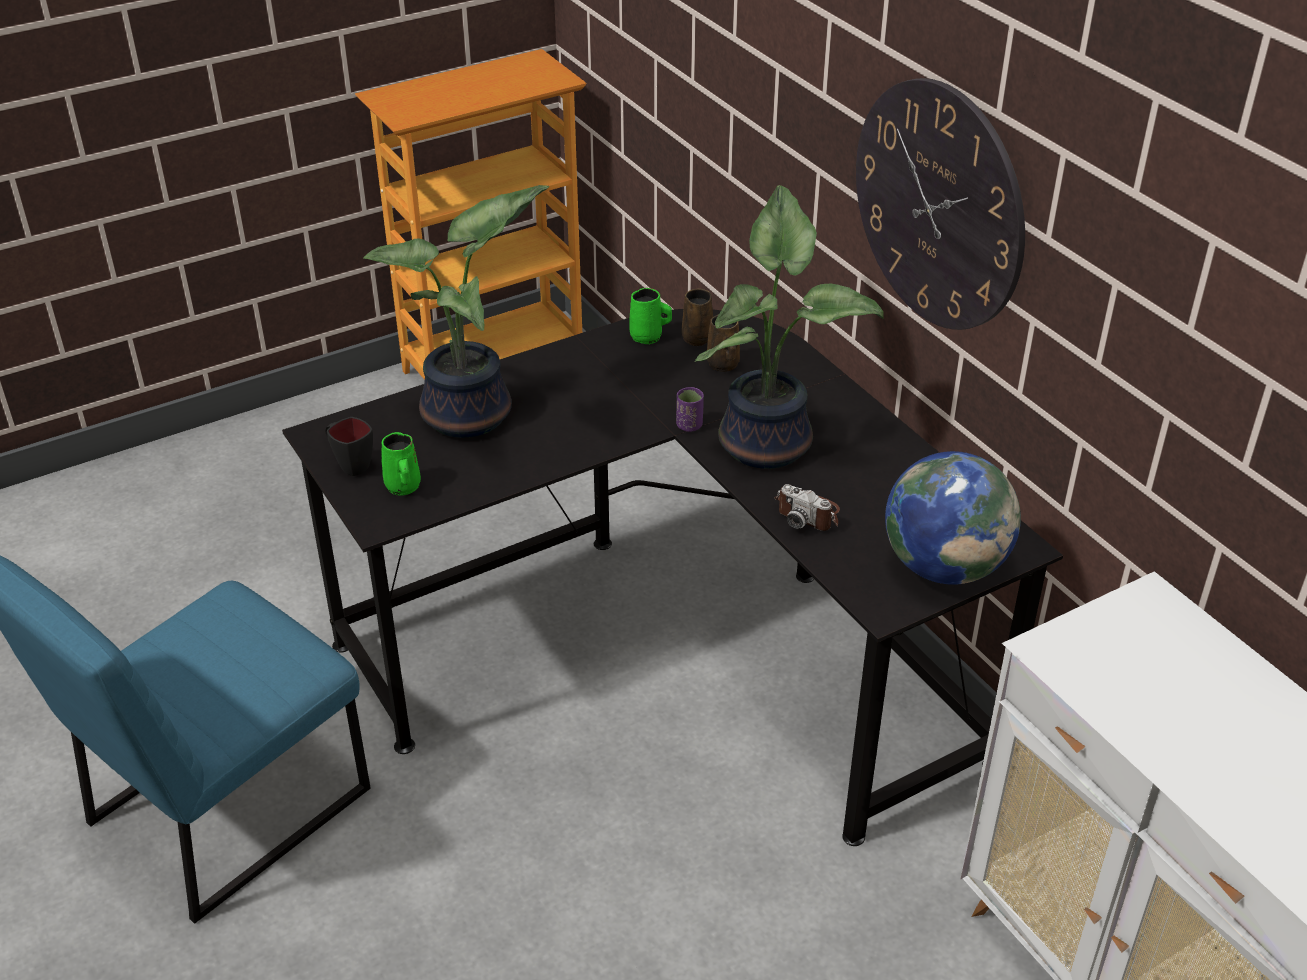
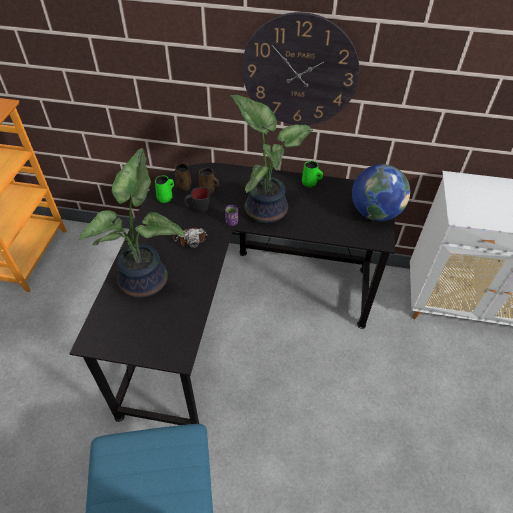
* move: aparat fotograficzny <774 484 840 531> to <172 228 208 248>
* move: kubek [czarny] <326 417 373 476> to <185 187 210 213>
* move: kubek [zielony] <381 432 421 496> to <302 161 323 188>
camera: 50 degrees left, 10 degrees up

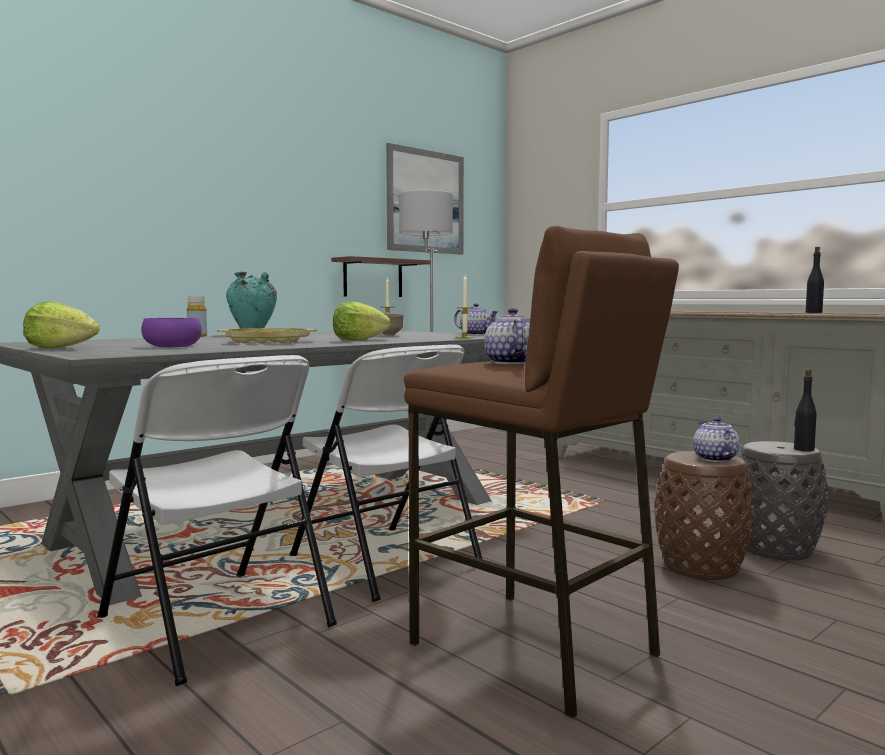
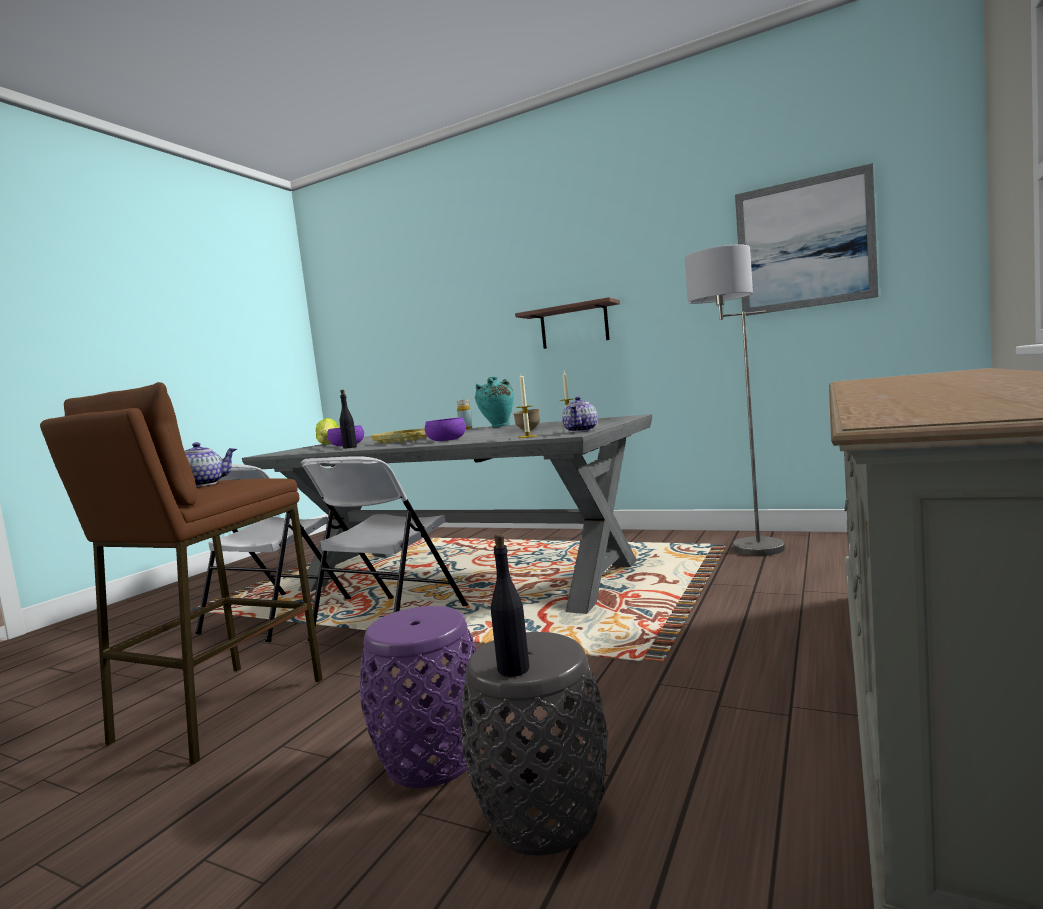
* move: butelka [czarny] <806 247 824 313> to <340 390 357 449>
* recolor: stołek [brązowy] <654 451 755 580> to stołek [fioletowy] <360 606 483 788>
* replace: sałata <333 302 391 341> to miska [fioletowy] <425 418 466 441>
* move: półka <331 256 430 297> to <515 297 620 349>
* delete: imbryk <693 417 740 462>
camera: 70 degrees right, 0 degrees up

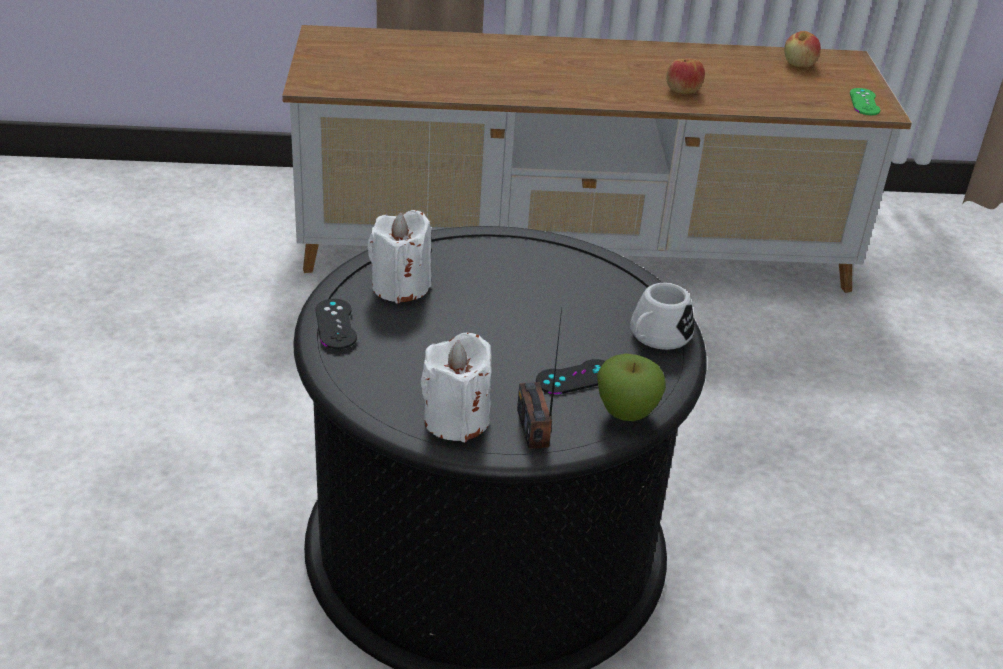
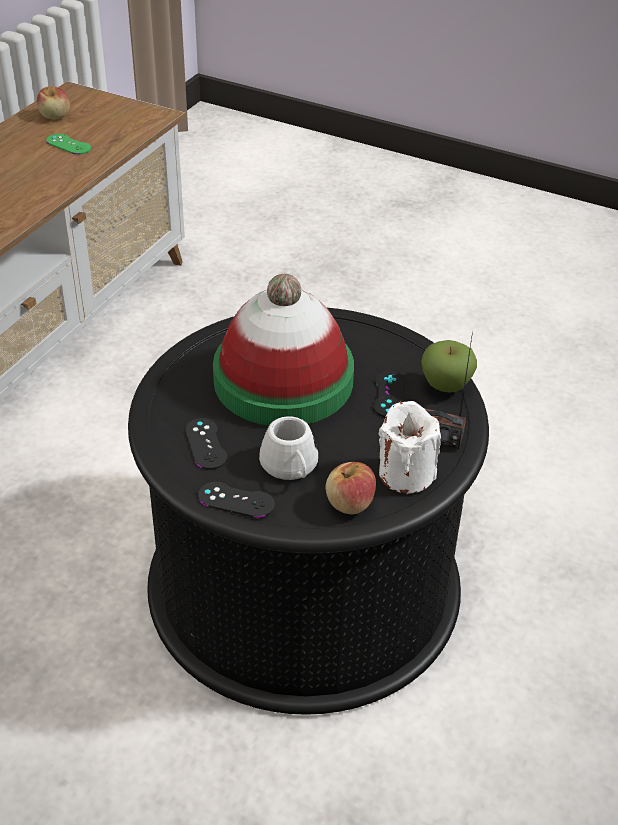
* move: pad do gier [zielony] <850 88 880 115> to <46 134 91 155>
* replace: świeca [biały] <367 210 432 304> to pad do gier [czarny] <185 418 227 470>
* insert: kapelusz <213 274 354 426>
* move: kubek [biały] <630 283 694 350> to <259 416 318 480>
* move: jabłko <666 59 705 94> to <326 462 376 514>
camera: 60 degrees left, 5 degrees up

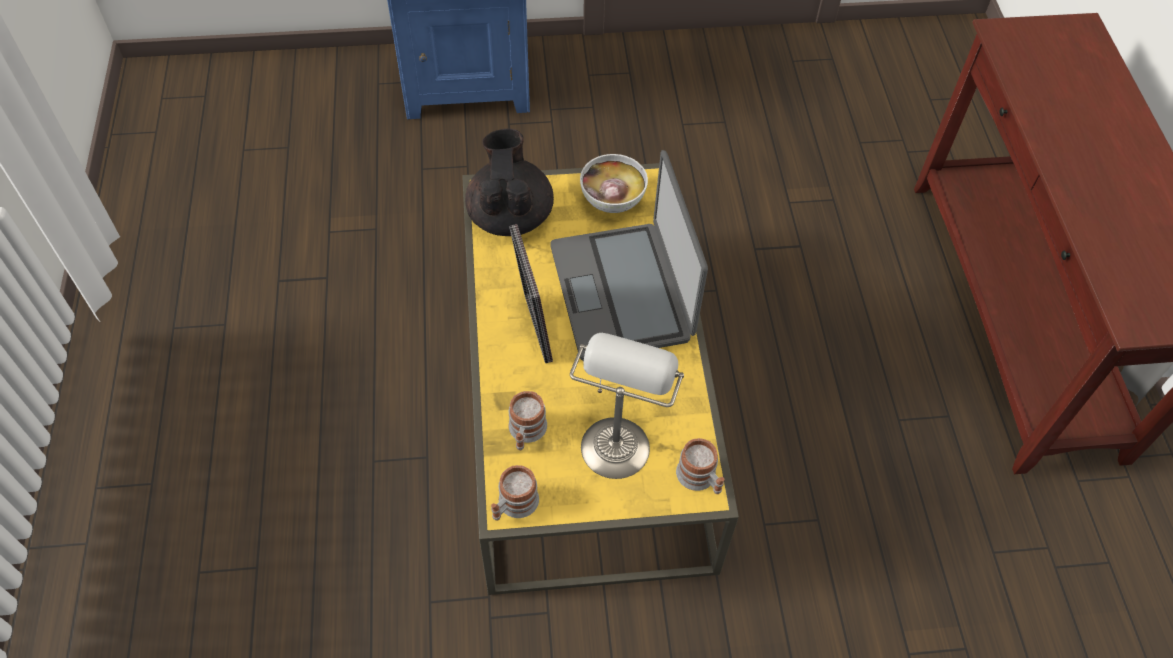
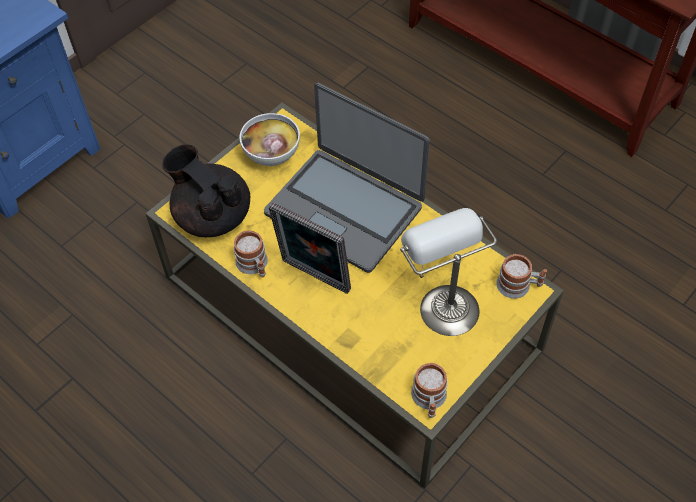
* move: kubek <508 391 547 450> to <234 230 268 277>
camera: 40 degrees left, 0 degrees up

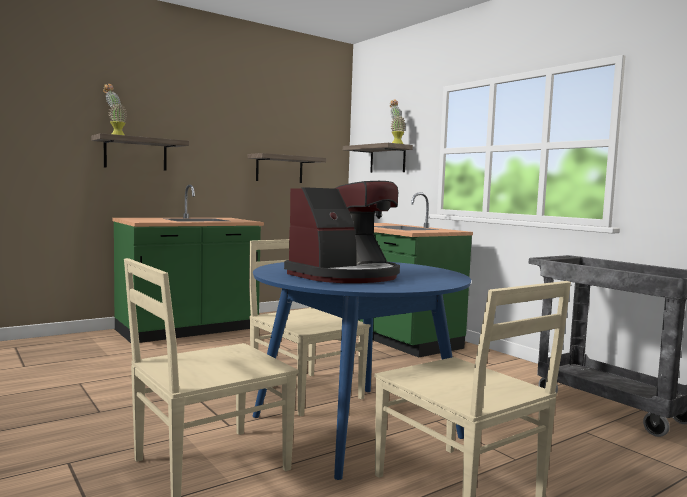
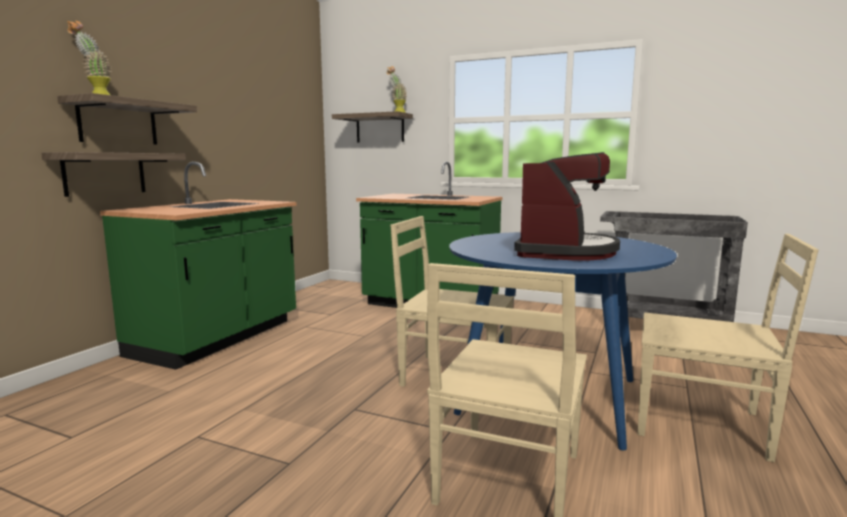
* move: półka <248 153 326 183> to <41 152 186 197>
camera: 30 degrees left, 5 degrees up

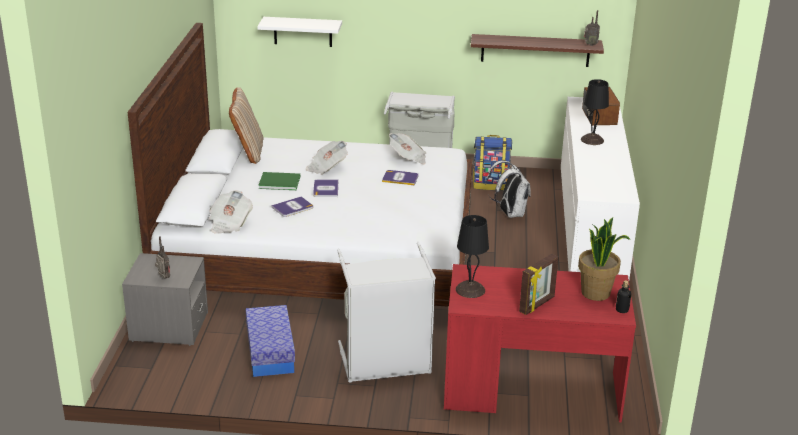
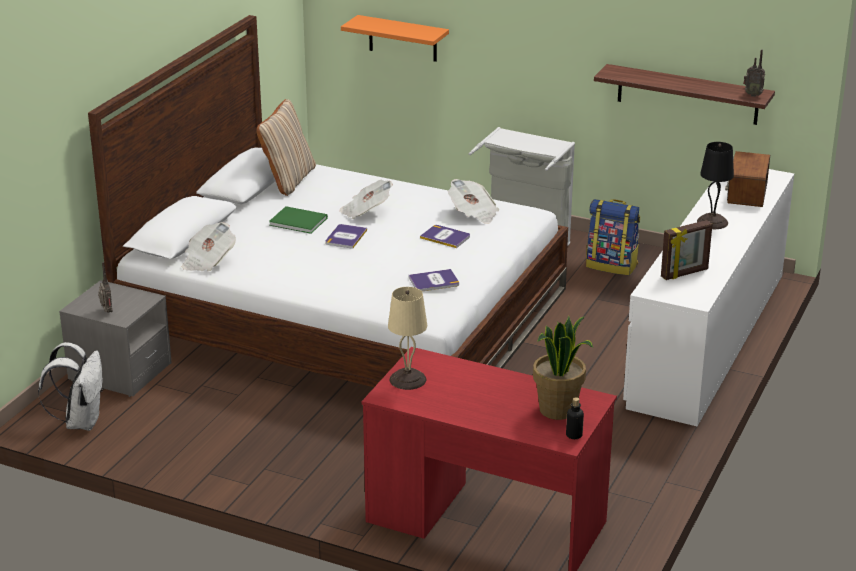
* move: plecak [biały] <486 161 531 218> to <38 342 103 431>
* recolor: półka [biały] <257 17 342 47> to półka [pomarańczowy] <341 15 449 62>
* recolor: lampa stołowa [czarny] <456 215 489 298> to lampa stołowa [beżowy] <388 287 427 390>
* move: książka <271 196 313 217> to <408 269 459 291>
* move: ramka na zdjęcie <519 254 558 315> to <661 220 712 280>
* delete: pojemnik do przechowywania <246 305 295 377>
* delete: kosz na pranie [szary] <337 242 436 383>
camera: 20 degrees right, 0 degrees up

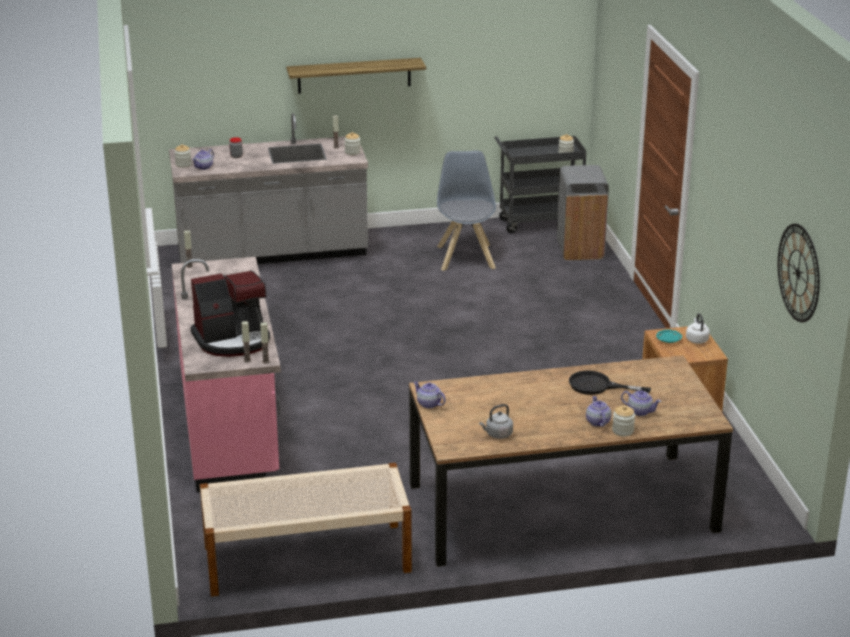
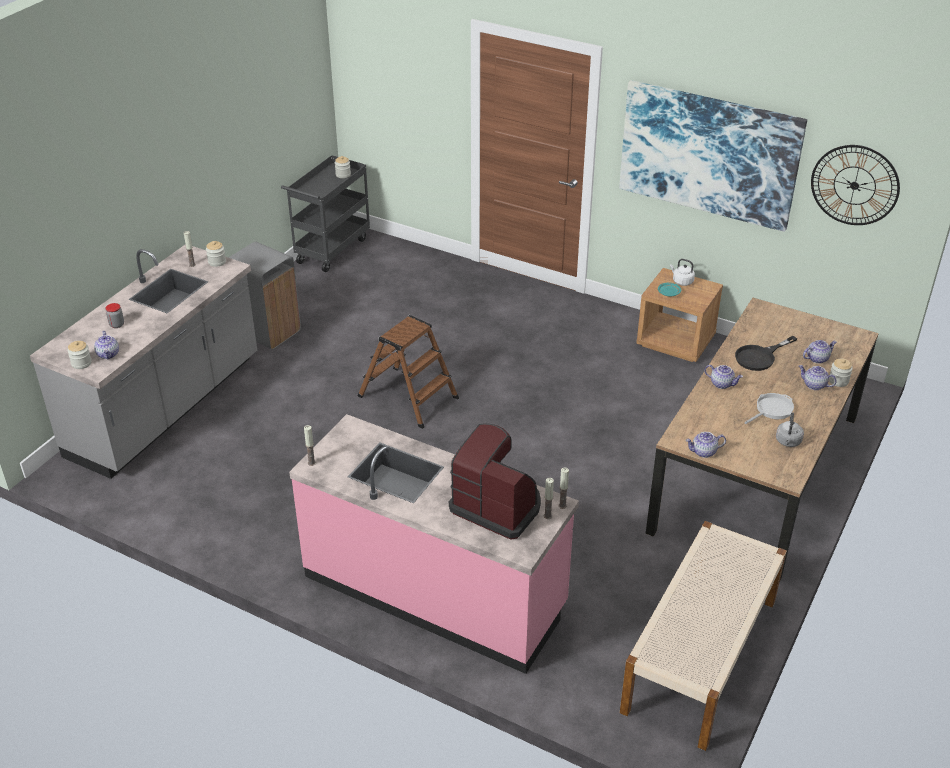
* move: kosz na śmieci [szary] <557 165 609 261> to <229 242 301 349>
* insert: drabinka [brązowy] <357 315 459 429>
* rotate: ekspres do kawy <191 271 270 357> = <449 423 541 540> 75 degrees counterclockwise
* insert: obraz <619 80 807 232>
* insert: imbryk <705 365 743 389>
* insert: patelnia <744 393 794 424>
* delete: półka <286 58 426 94>
* delete: krzesło [szary] <437 150 496 271>
camera: 50 degrees left, 10 degrees up

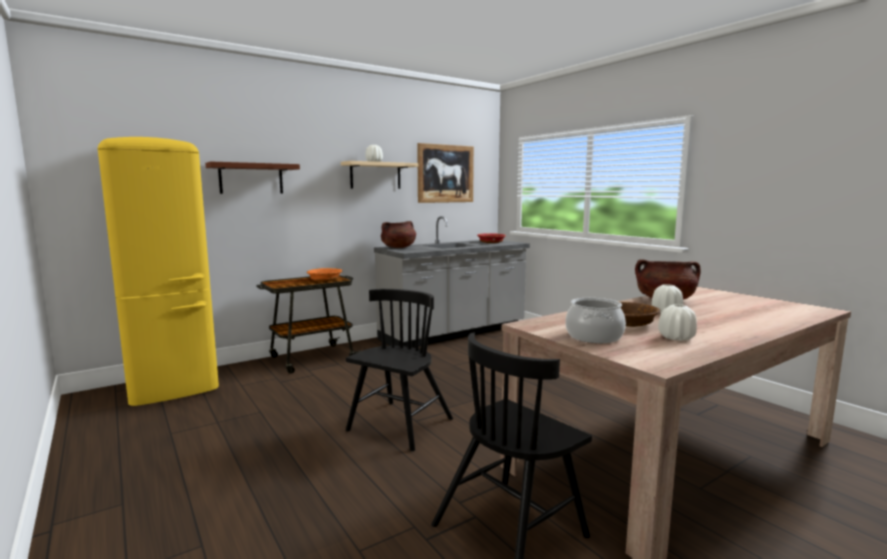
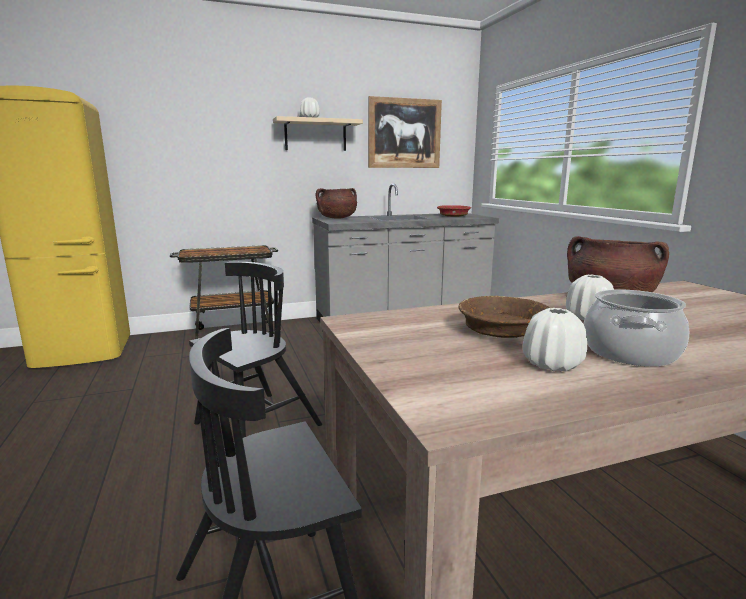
* move: garnek <565 298 626 343> to <584 289 689 366>
* delete: półka [brązowy] <205 162 300 194>
* delete: miska [pomarańczowy] <307 268 342 281>
camera: 15 degrees right, 5 degrees up

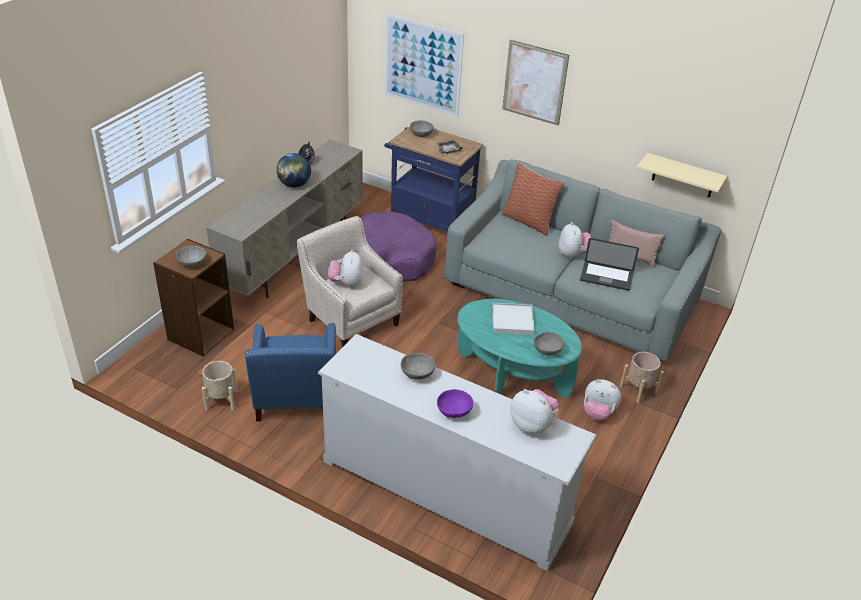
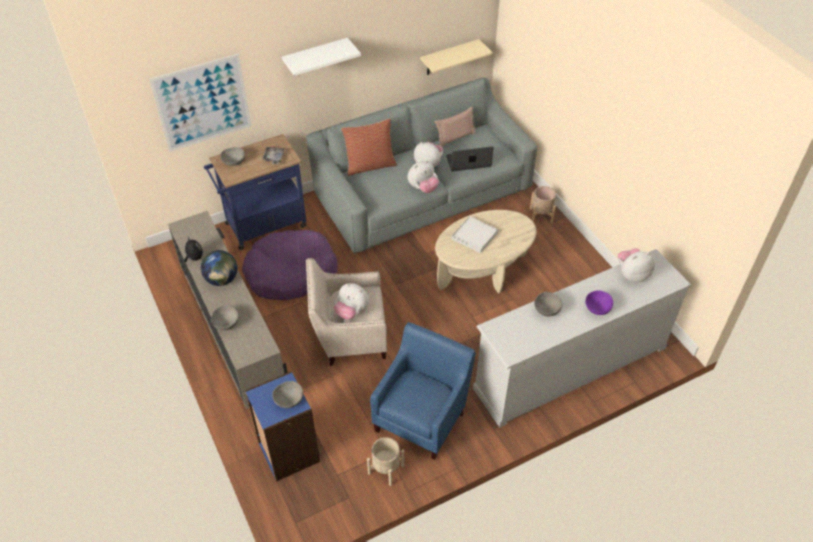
* move: miska [szary] <534 332 564 355> to <211 306 239 330>
* recolor: regał [brązowy] <153 238 234 356> to regał [niebieski] <245 371 320 482>
* replace: obraz <502 40 569 126> to półka [biały] <282 38 361 76>
* rotate: fotel [niebieski] <245 323 336 422> = <370 322 476 460> 90 degrees counterclockwise
* move: pluszak <584 379 621 420> to <408 160 439 193>
* recolor: ława [turkusowy] <457 299 582 398> to ława [beżowy] <435 210 536 293>
* rotate: laptop <580 238 639 291> = <446 146 494 172> 150 degrees counterclockwise
camera: 55 degrees left, 10 degrees up

